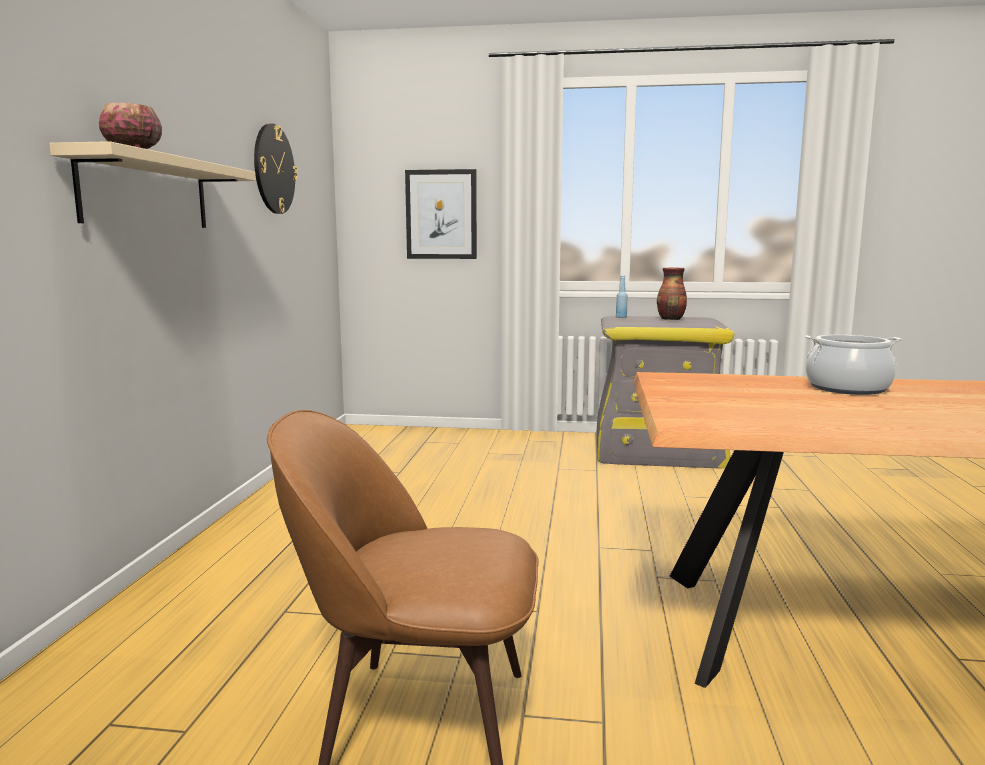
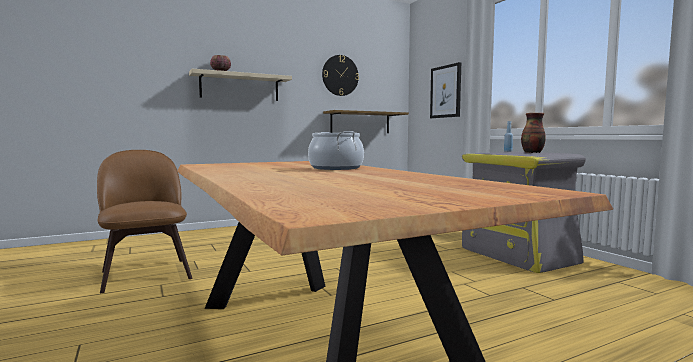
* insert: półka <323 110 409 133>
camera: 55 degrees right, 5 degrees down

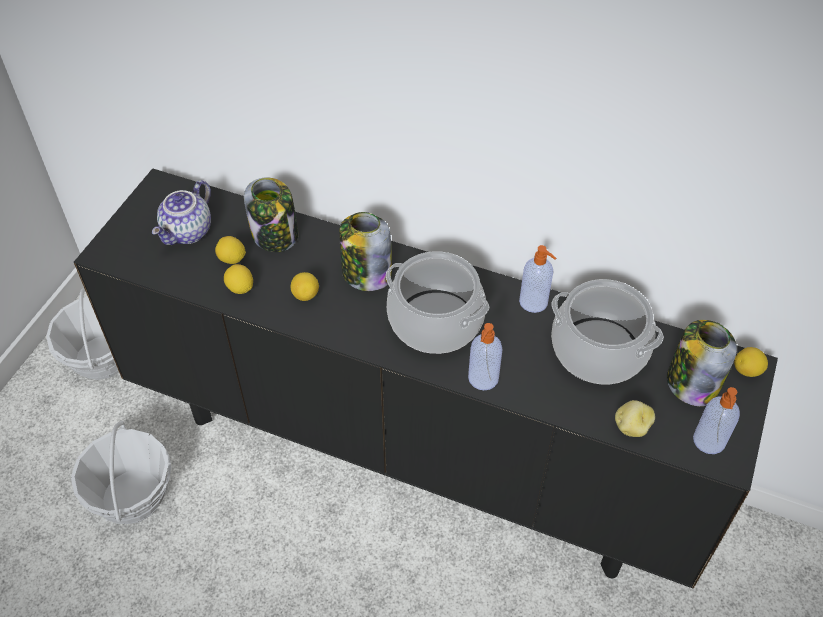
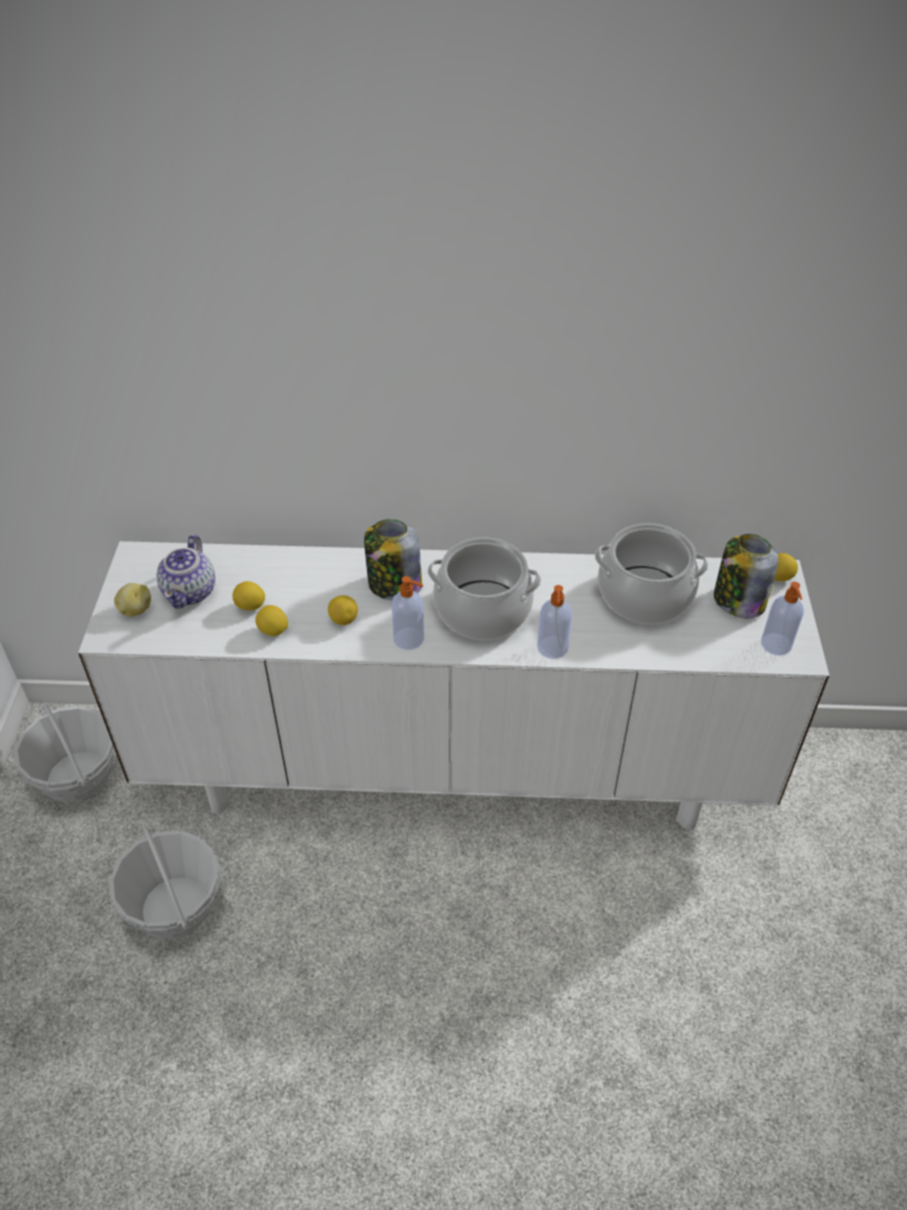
* recolor: szafka [czarny] <74 168 778 589> to szafka [biały] <78 541 830 830>
* move: ziemniak <615 400 655 437> to <114 583 151 617>
* move: dozownik mydła <519 245 556 313> to <392 576 424 650>
* delete: słoik <244 177 298 252>
camera: 20 degrees left, 5 degrees down

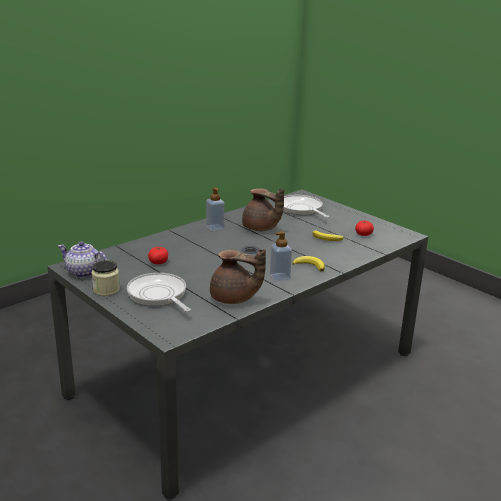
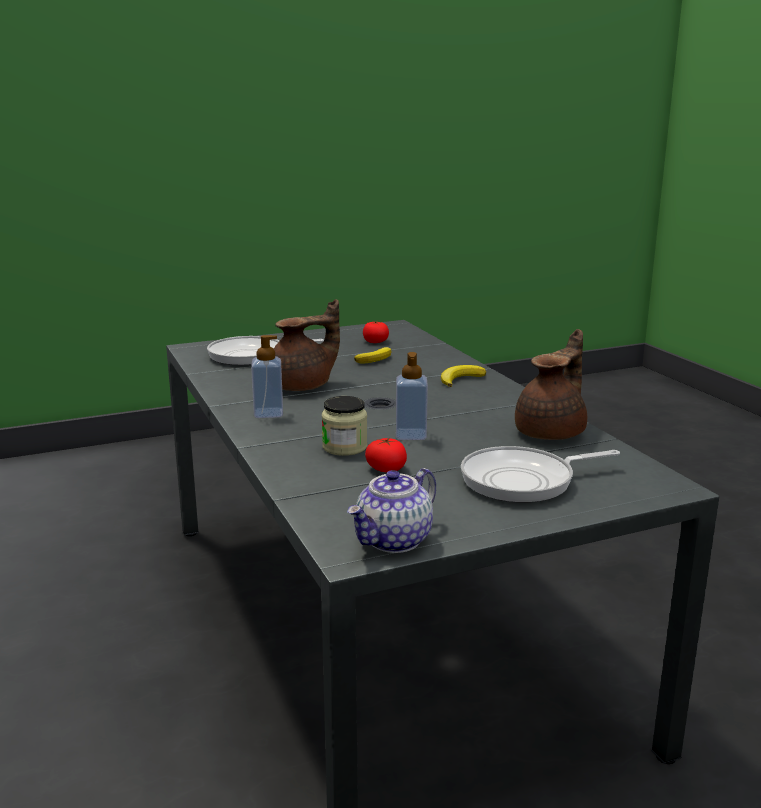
* move: słoik <91 260 120 296> to <322 396 367 456>
* move: dozownik mydła <270 232 292 281> to <396 352 428 440>
camera: 70 degrees left, 5 degrees down

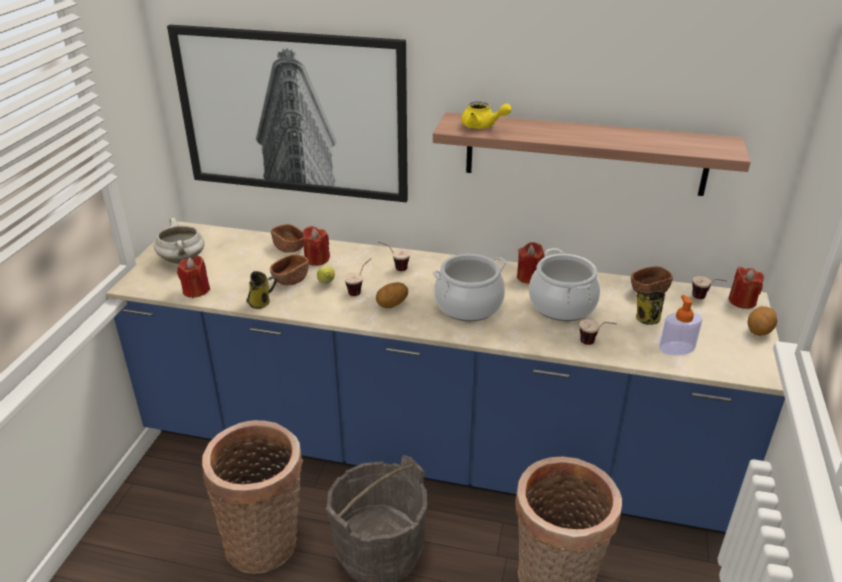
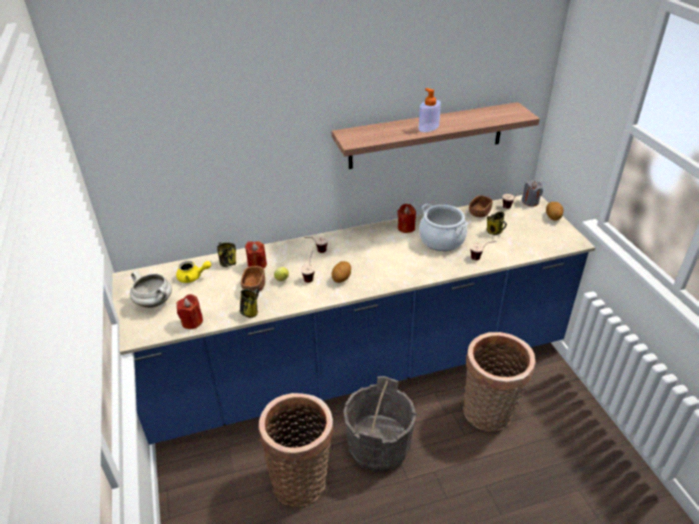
* move: imbryk [żółty] <461 102 512 129> to <176 261 211 283>
* replace: miska [brązowy] <271 224 304 252> to kubek <217 242 236 267>
* move: dozownik mydła <659 295 703 356> to <419 88 441 132>
* recolor: świeca [czerwony] <729 267 764 309> to świeca [szary] <521 180 543 206>
* delete: obraz <167 25 408 202>
* delete: garnek <433 254 507 321>
camera: 30 degrees left, 5 degrees up

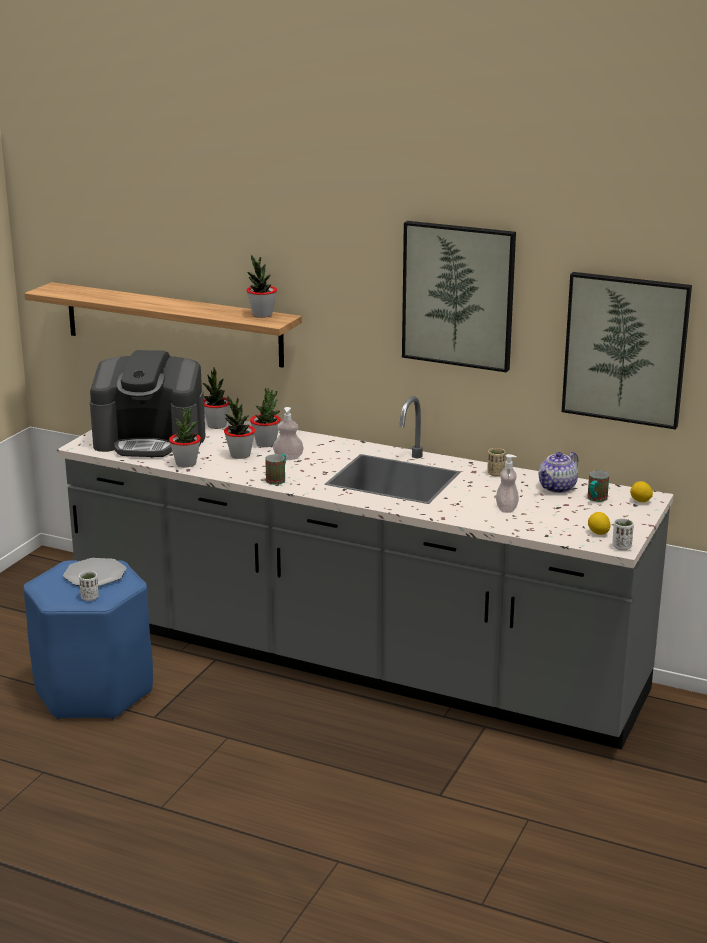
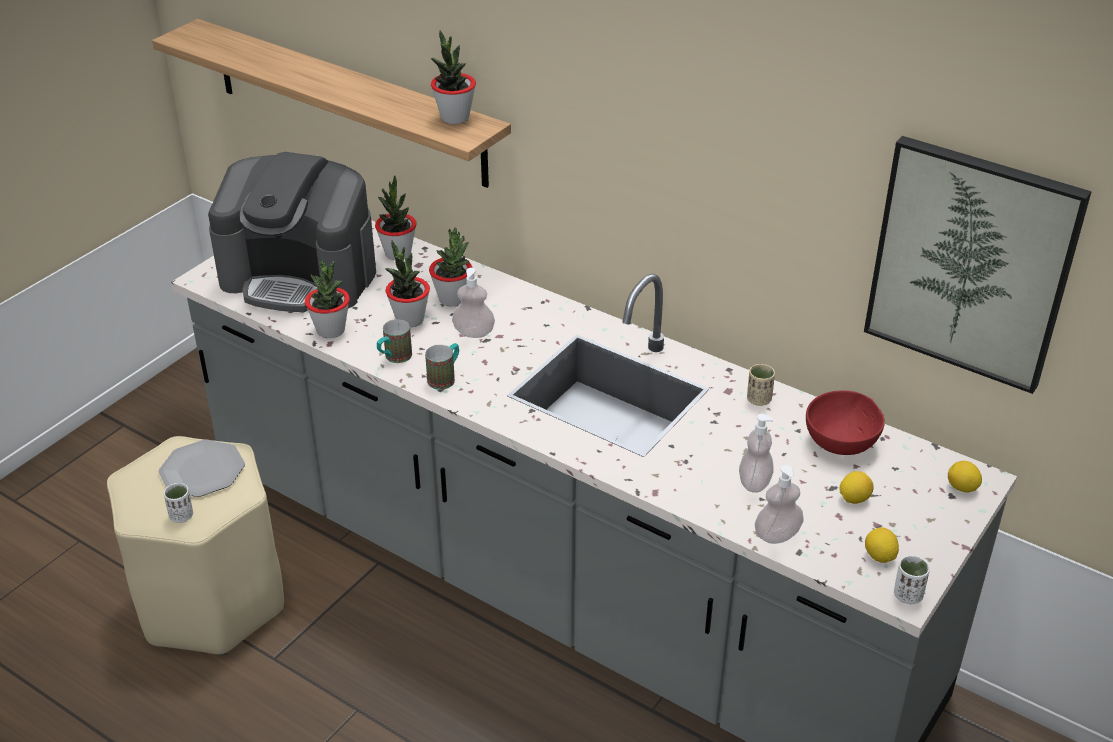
* recolor: stołek [niebieski] <23 560 153 719> to stołek [beżowy] <107 436 284 656>
* move: kubek <587 470 609 502> to <377 319 412 363>
* insert: dozownik mydła <755 465 804 544>
* replace: imbryk <539 452 578 493> to miska [czerwony] <806 390 885 455>
* insert: cytryna <839 471 874 504>
* delete: obraz <402 221 516 372>
camera: 10 degrees right, 15 degrees up

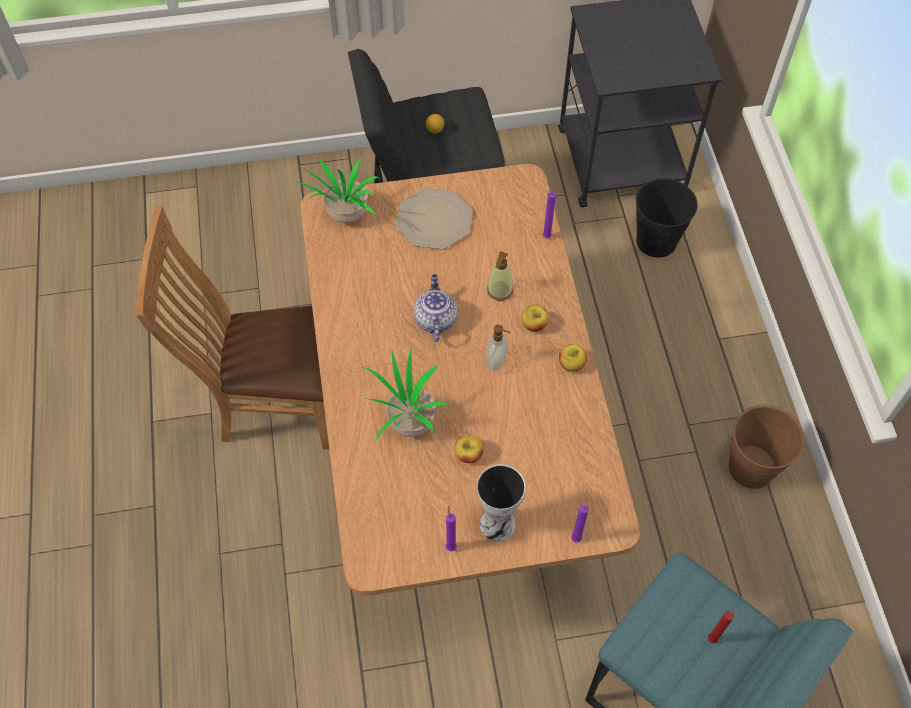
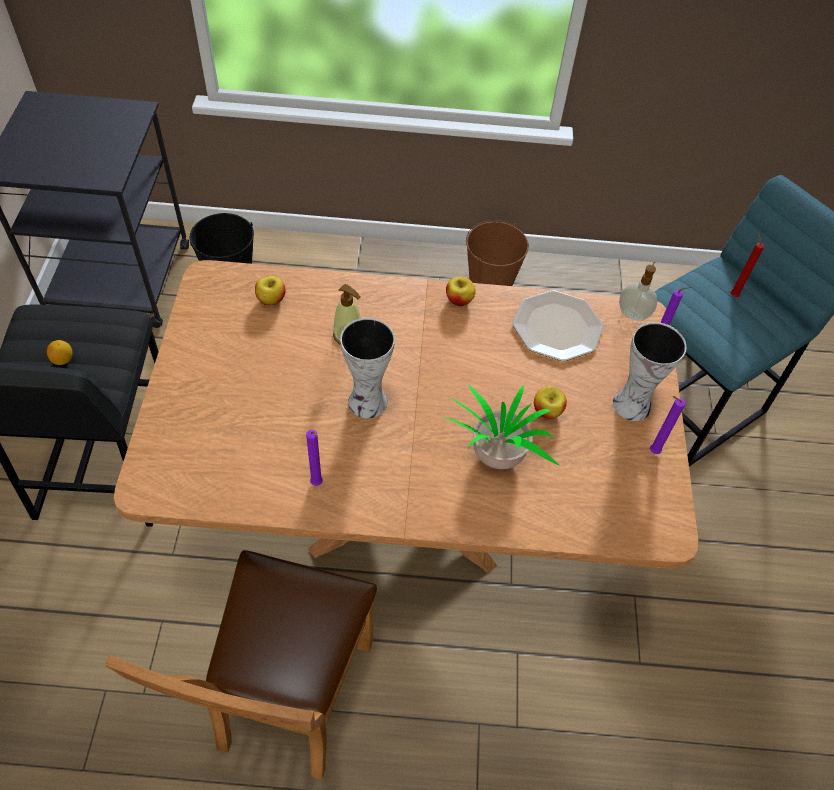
* move: jabłko <521 305 549 332> to <255 276 286 305>
* move: świeca [fioletowy] <543 192 556 238> to <306 430 323 486>
* replace: imbryk <414 274 457 342> to wazon <340 318 395 418>
* move: talerz <396 188 472 249> to <512 290 604 361>
* move: dozownik mydła <486 324 511 371> to <619 262 657 321>
* delete: roślina doniczkowa <295 159 379 223>
camera: 80 degrees left, 5 degrees down

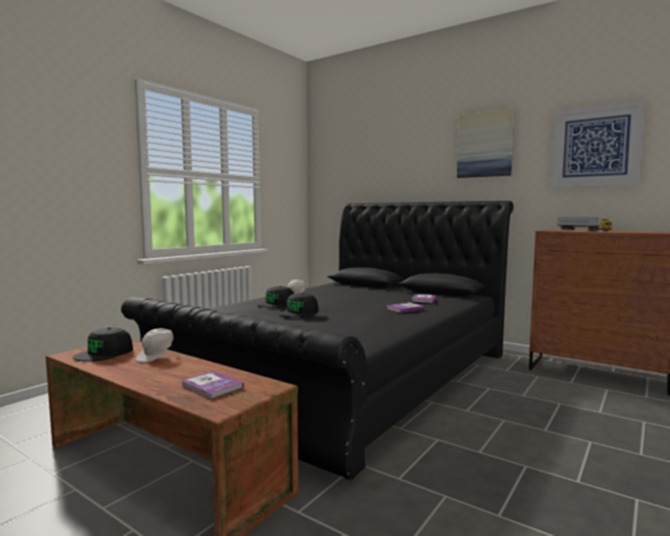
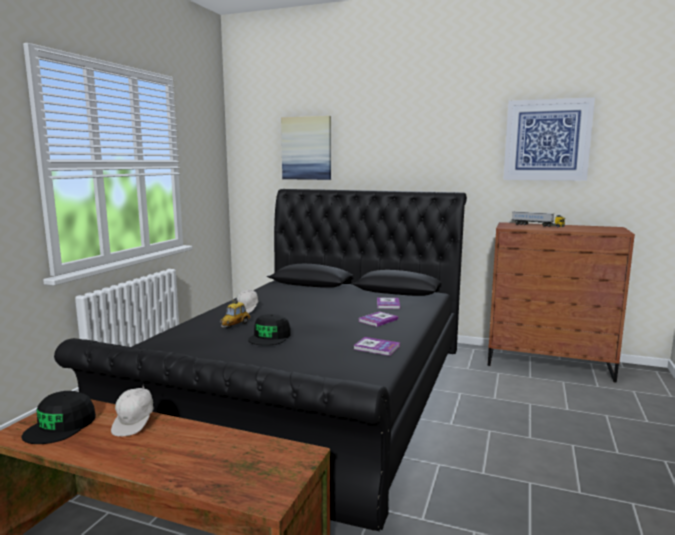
* replace: czapka z daszkiem [czarny] <257 286 294 308> to samochodzik <220 300 251 329>
* move: obraz <457 108 514 178> to <281 116 331 180>
* move: książka <181 371 244 399> to <353 337 400 356>
camera: 15 degrees left, 5 degrees up

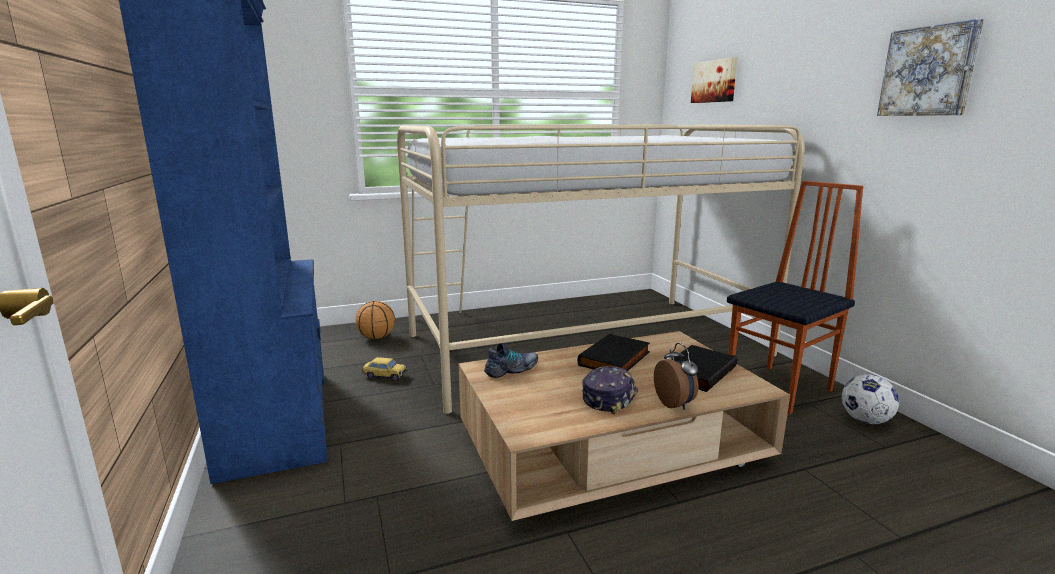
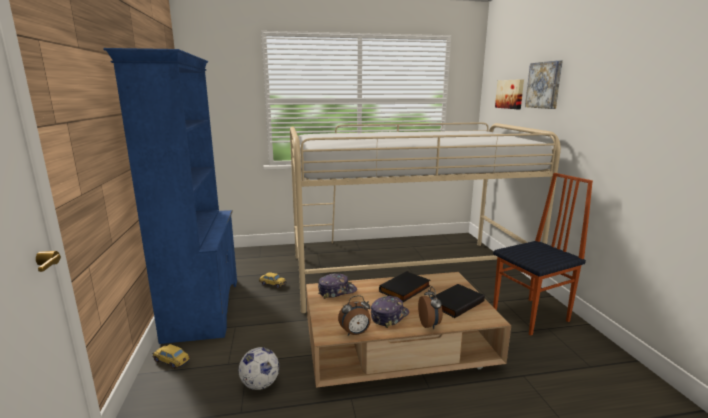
* insert: samochodzik <152 344 190 369>
* move: piłka futbolowa <842 374 899 424> to <238 347 279 390>
* replace: but <484 343 538 378> to czapka z daszkiem <318 273 357 299>
* insert: budzik <338 295 371 336>
* move: obraz <877 19 984 116> to <525 60 563 109>
* delete: piłka do koszykówki <355 301 395 339>
camera: 10 degrees right, 0 degrees up

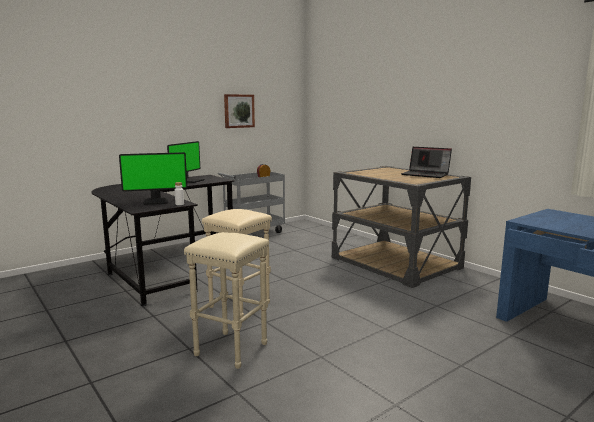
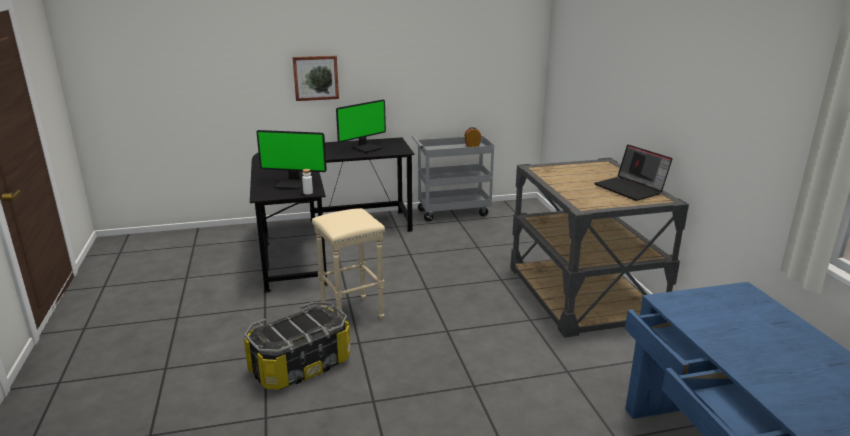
* replace: stołek [beżowy] <184 232 269 369> to pojemnik do przechowywania <244 302 351 390>
* move: obraz <224 94 255 128> to <293 55 339 101>
camera: 25 degrees right, 10 degrees up

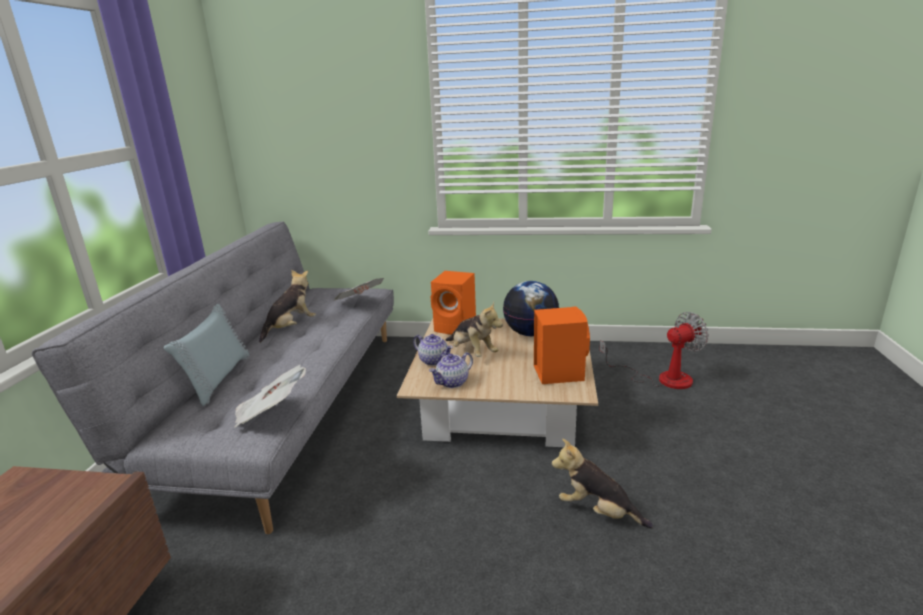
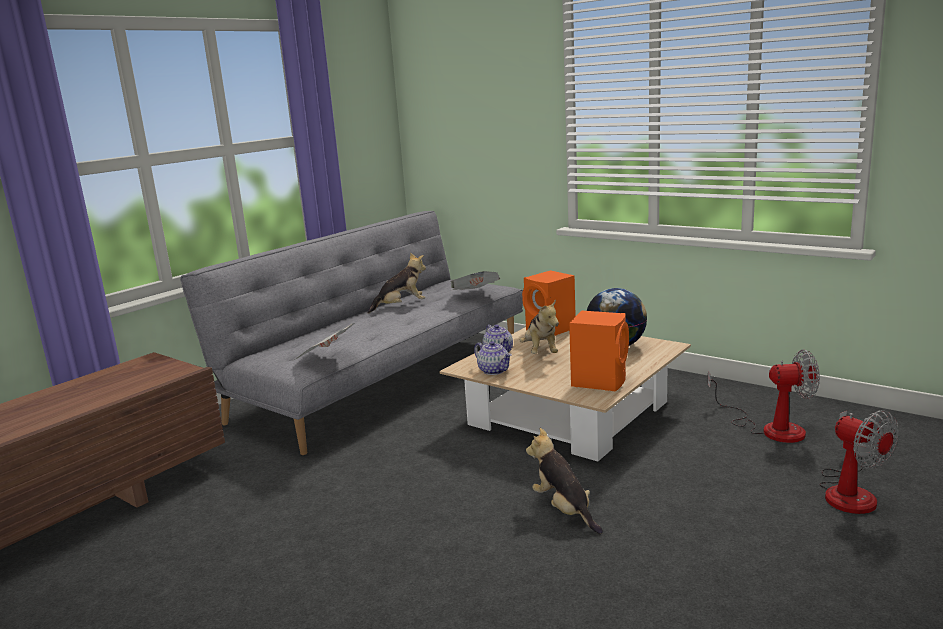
* rotate: imbryk <429 352 473 388> = <474 341 512 375> 120 degrees counterclockwise
* insert: wentylator <819 410 899 514>
* delete: poduszka [niebieski] <164 304 249 406>
camera: 30 degrees right, 5 degrees down

